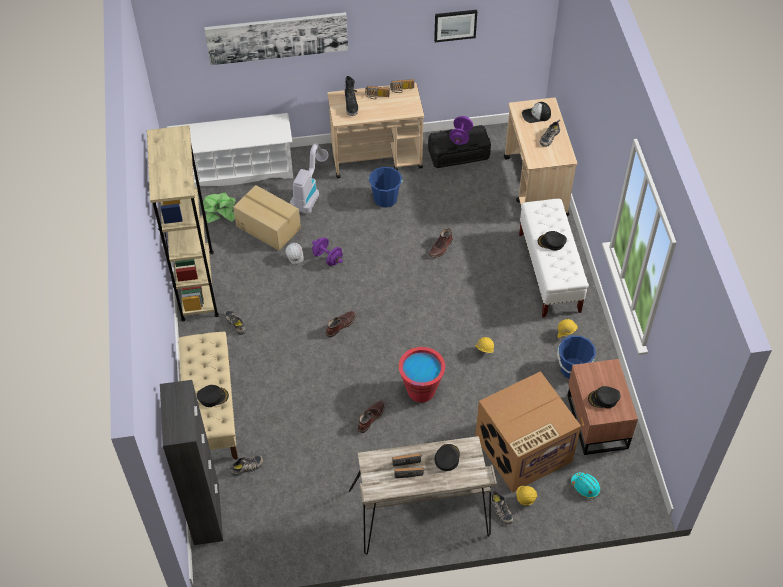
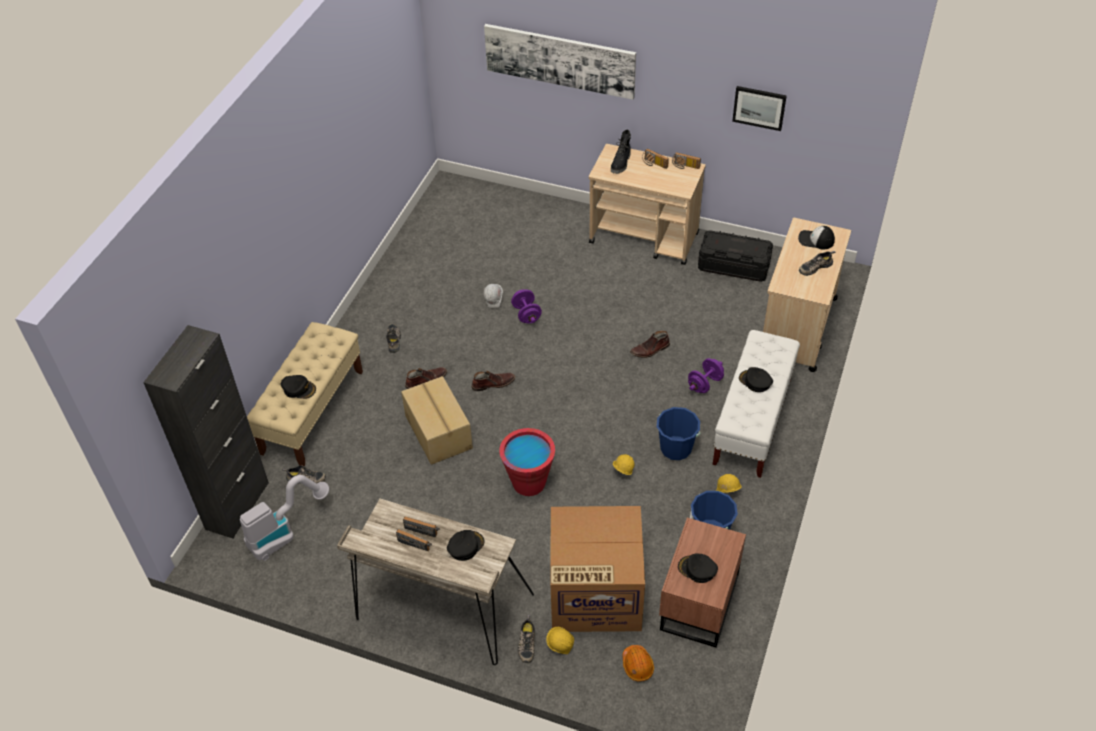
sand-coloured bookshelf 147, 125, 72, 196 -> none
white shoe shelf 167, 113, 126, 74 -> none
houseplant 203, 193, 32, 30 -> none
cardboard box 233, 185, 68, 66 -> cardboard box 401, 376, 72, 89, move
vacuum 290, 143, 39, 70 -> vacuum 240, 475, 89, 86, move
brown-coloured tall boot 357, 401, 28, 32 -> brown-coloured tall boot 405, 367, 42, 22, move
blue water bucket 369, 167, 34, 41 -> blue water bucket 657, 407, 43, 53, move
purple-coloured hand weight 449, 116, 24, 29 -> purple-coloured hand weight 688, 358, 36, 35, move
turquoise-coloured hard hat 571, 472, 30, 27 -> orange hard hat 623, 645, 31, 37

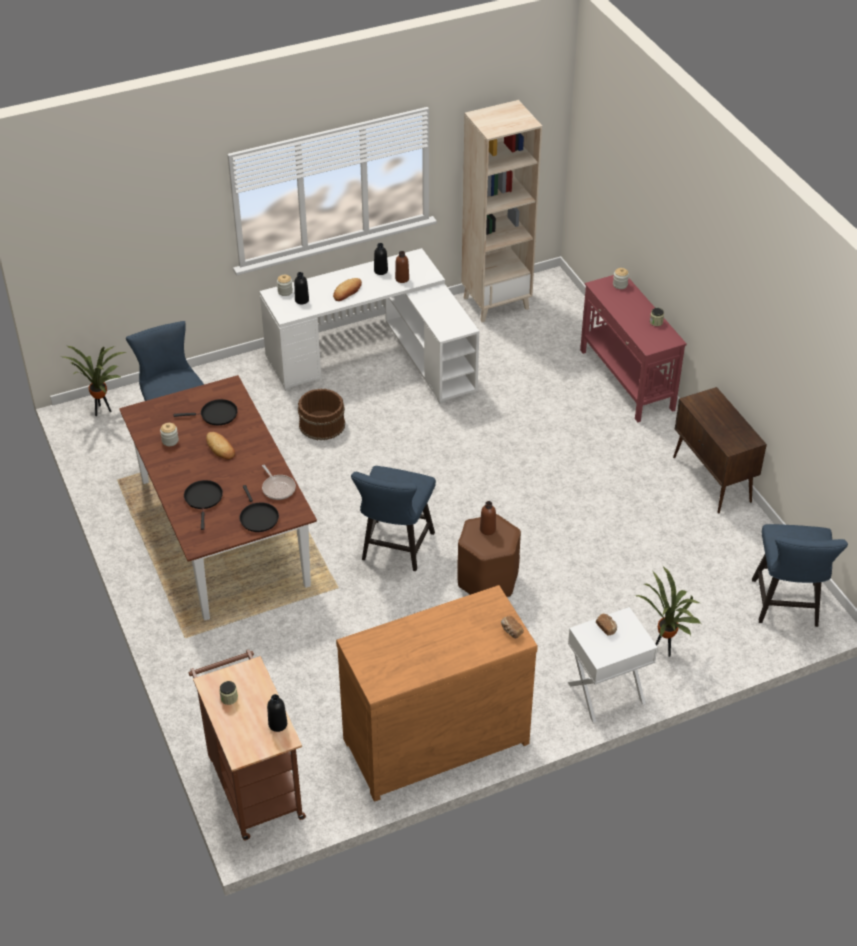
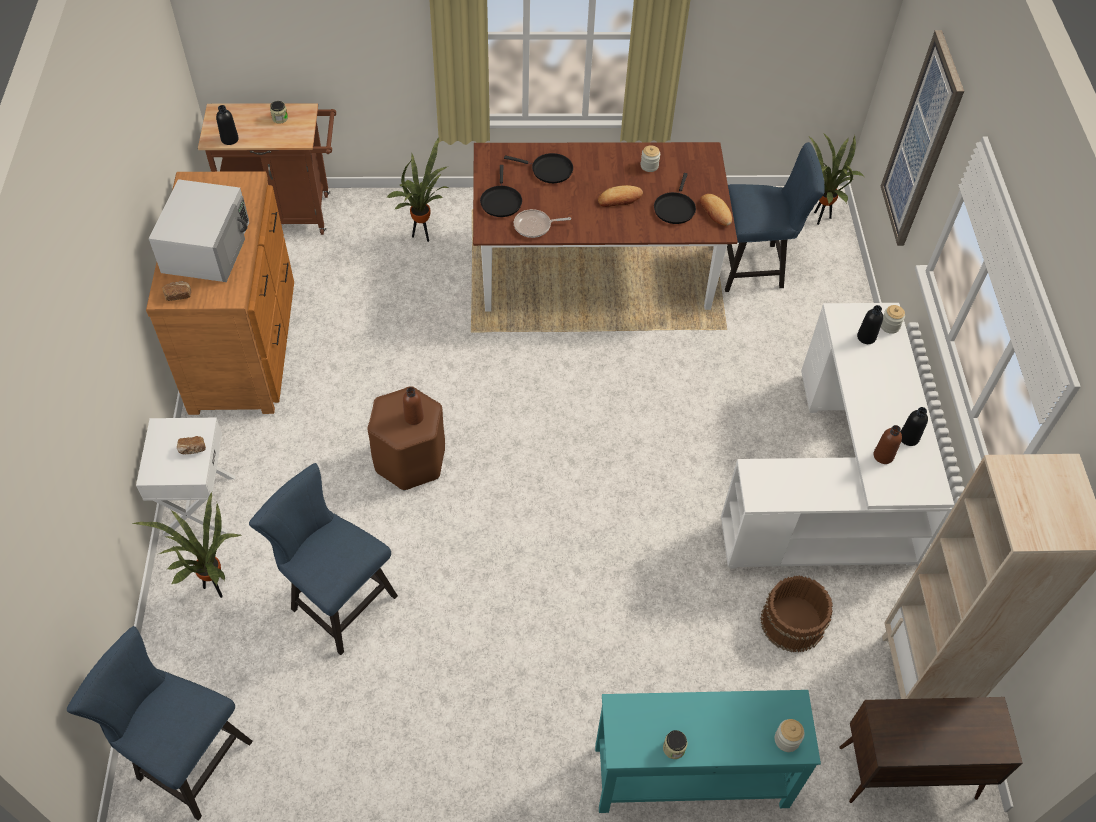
black skillet 239, 485, 40, 47 -> black skillet 480, 165, 42, 52, 90 degrees counterclockwise
brown-coloured water bucket 298, 389, 47, 51 -> brown-coloured water bucket 760, 575, 73, 77, move
baked bread 333, 278, 29, 23 -> baked bread 700, 194, 32, 32, move
blue chair 351, 466, 85, 105 -> blue chair 249, 463, 149, 192, move
red console table 580, 275, 107, 147 -> turquoise-coloured console table 595, 690, 226, 123
brown-coloured storage cabinet 673, 387, 94, 127 -> brown-coloured storage cabinet 839, 697, 184, 106, move
none -> white microwave 149, 179, 100, 103
none -> houseplant 386, 136, 63, 106
none -> wall art 881, 30, 83, 216

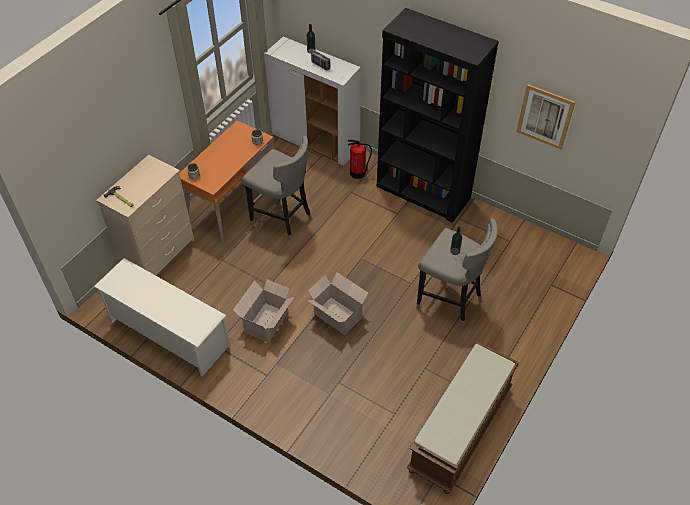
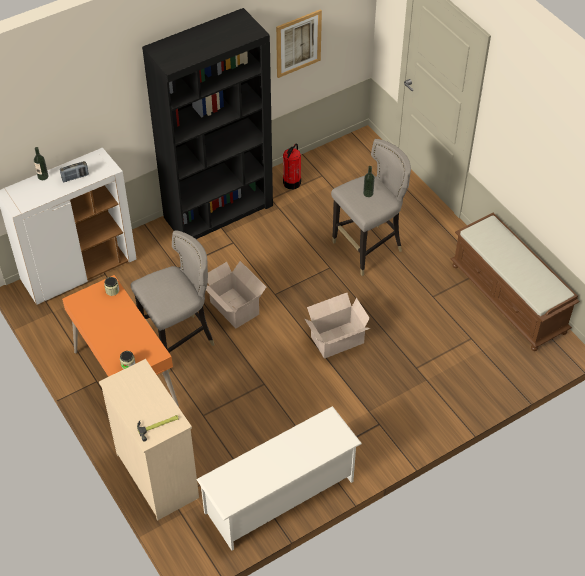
cardboard box 233, 279, 61, 64 -> cardboard box 206, 261, 60, 67, move
extinguisher 348, 140, 24, 39 -> extinguisher 283, 144, 18, 45, move

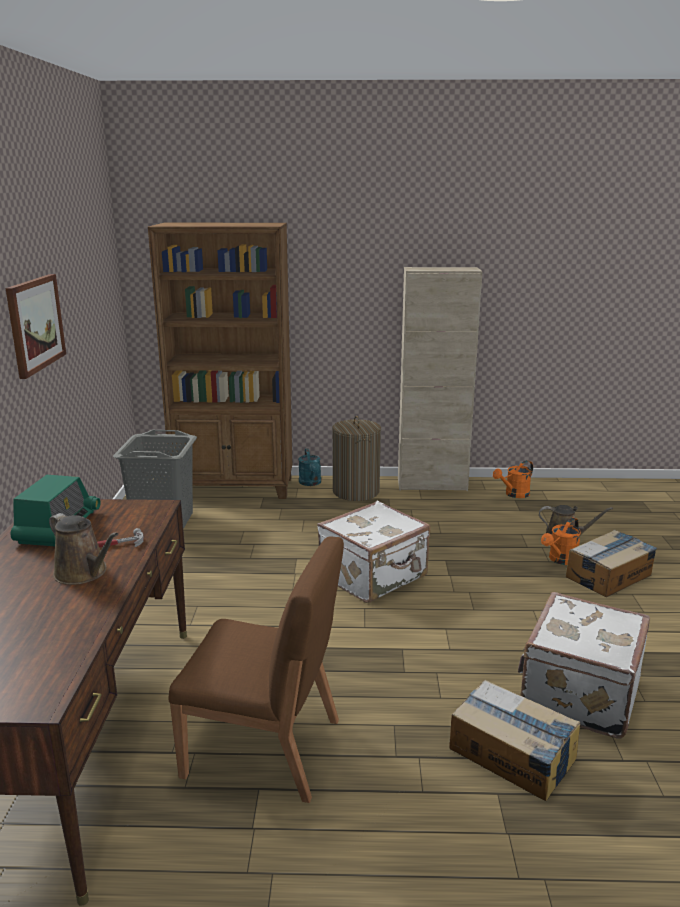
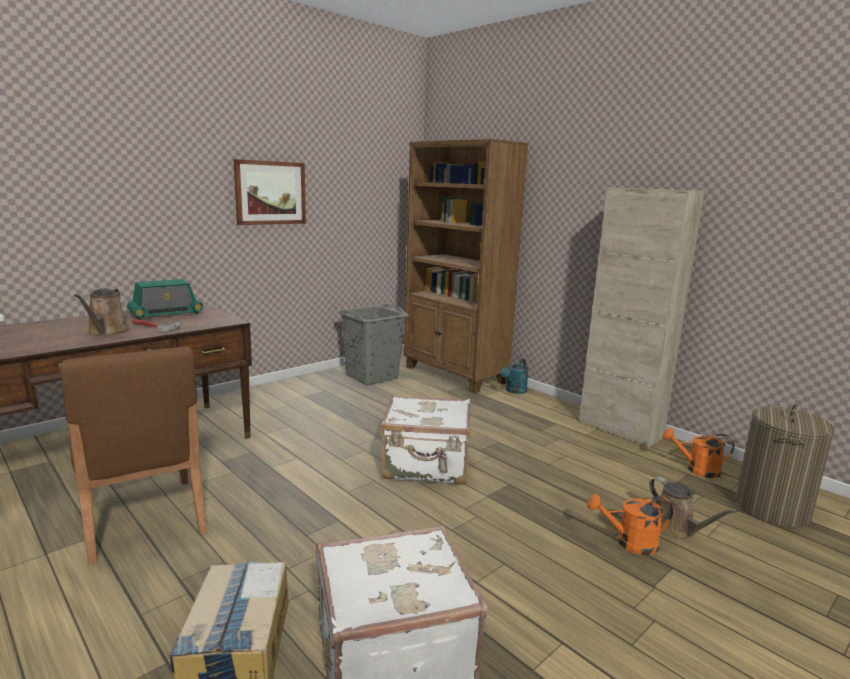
washing basket 332, 416, 49, 85 -> washing basket 735, 404, 100, 124, move
cardboard box 566, 530, 91, 67 -> none

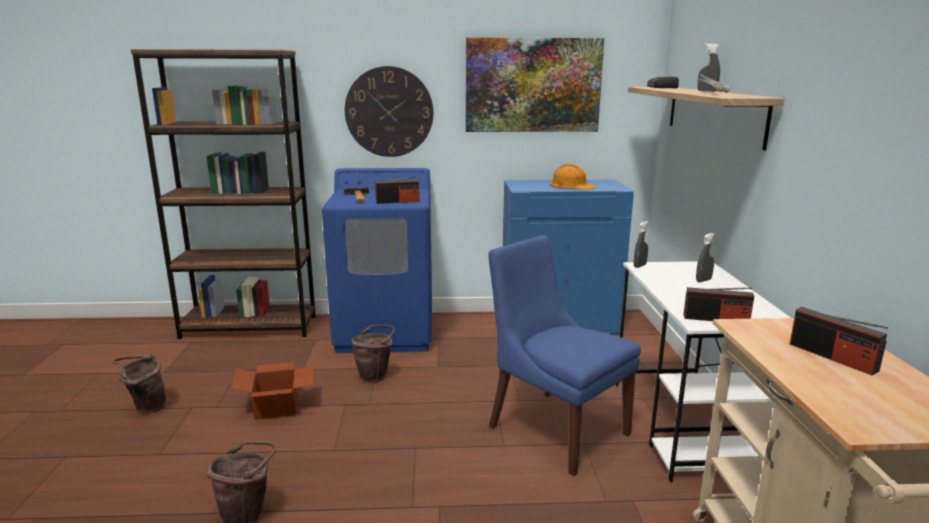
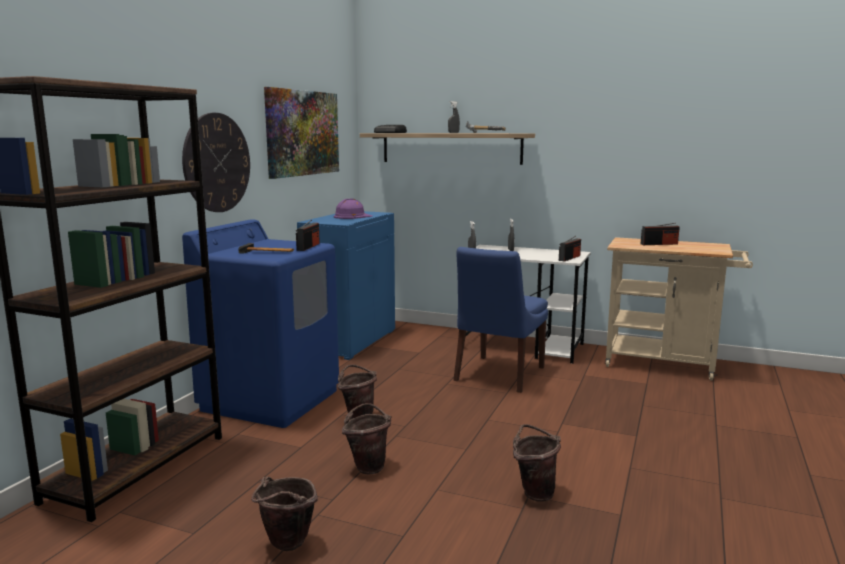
cardboard box 231, 362, 83, 58 -> brown-coloured water bucket 342, 403, 49, 72
blue chair 488, 235, 153, 241 -> blue chair 453, 247, 95, 146, 45 degrees counterclockwise
orange hard hat 550, 164, 47, 26 -> purple-coloured hard hat 334, 199, 38, 20

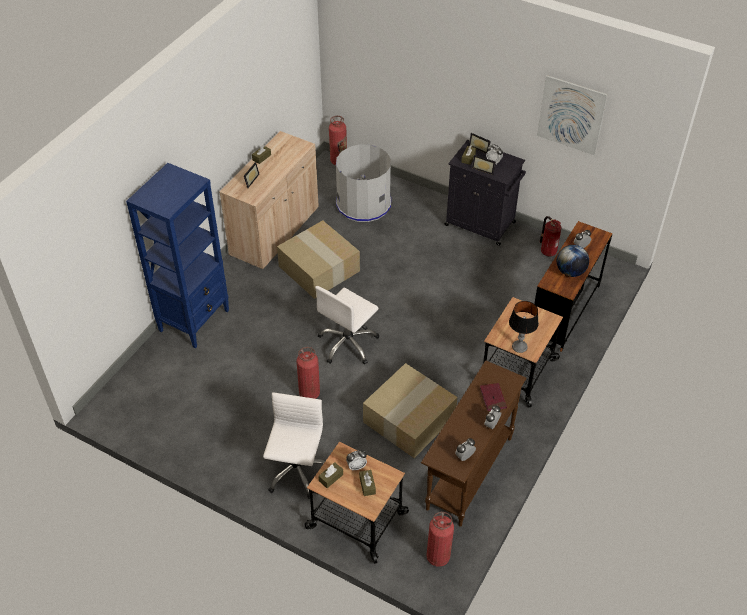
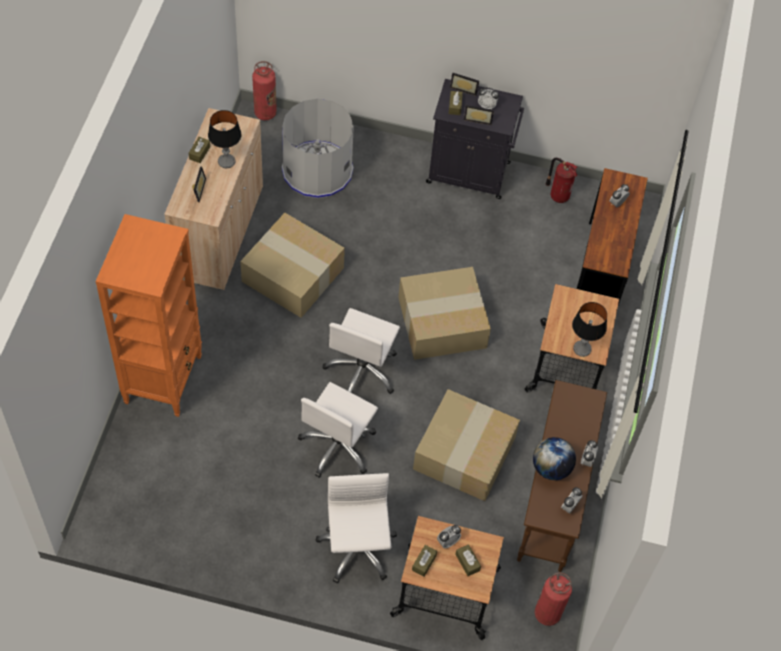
blue bookshelf 126, 163, 103, 185 -> orange bookshelf 96, 214, 106, 203
extinguisher 296, 347, 24, 52 -> white computer chair 298, 382, 80, 96
red bound book 480, 383, 27, 28 -> none
wall art 537, 75, 71, 80 -> none
world globe 557, 245, 32, 32 -> world globe 533, 437, 43, 43, move
none -> table lamp 208, 110, 33, 58
none -> cardboard box 398, 267, 93, 93

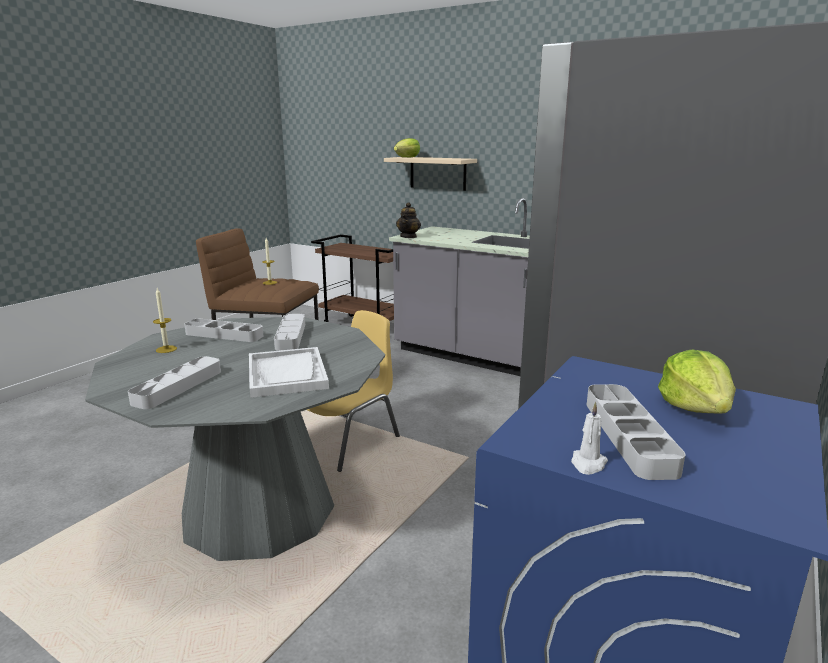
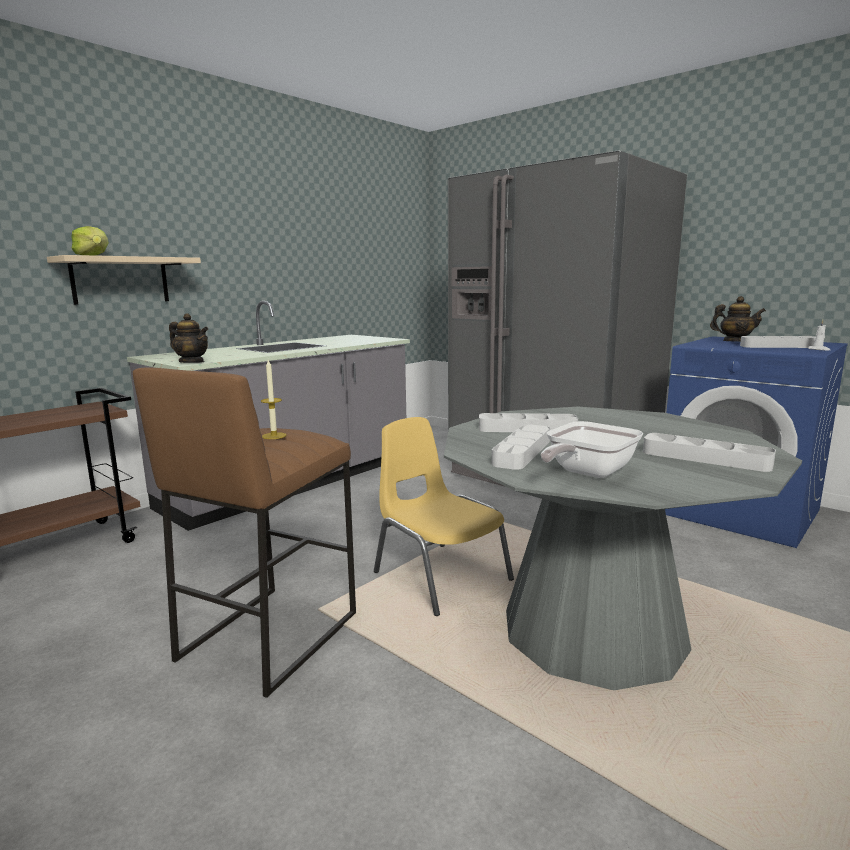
wax light 153, 288, 24, 65 -> skillet 541, 421, 102, 57
white carrying tray 249, 347, 80, 51 -> none
lettuce head 658, 349, 78, 65 -> pot for tea 710, 296, 56, 46

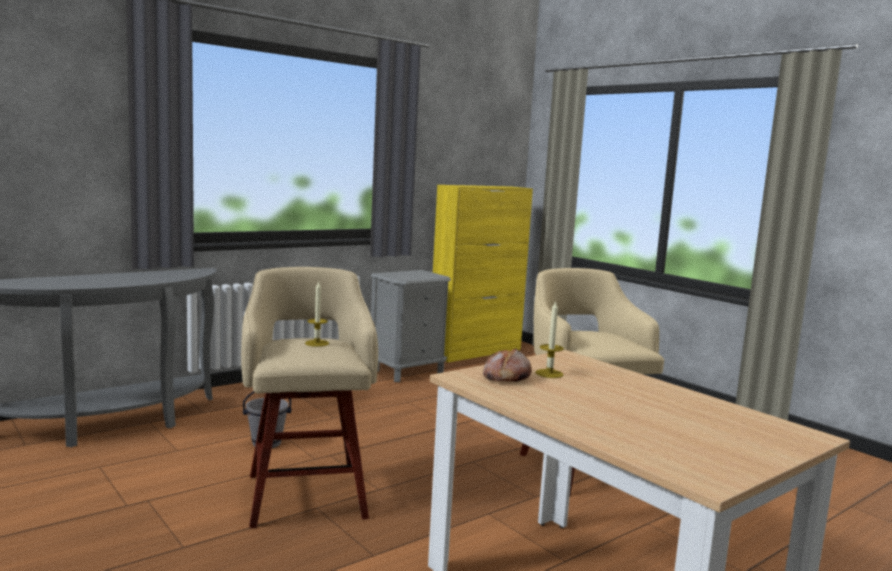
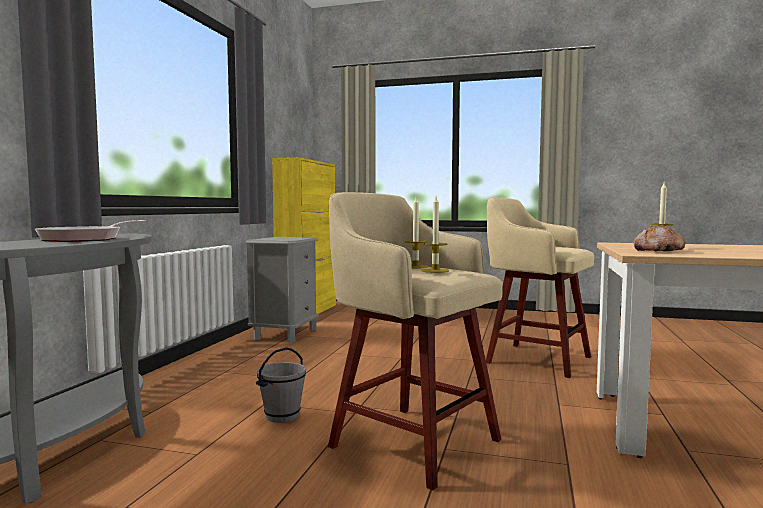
none -> skillet 35, 220, 110, 22
none -> wax light 421, 196, 28, 77

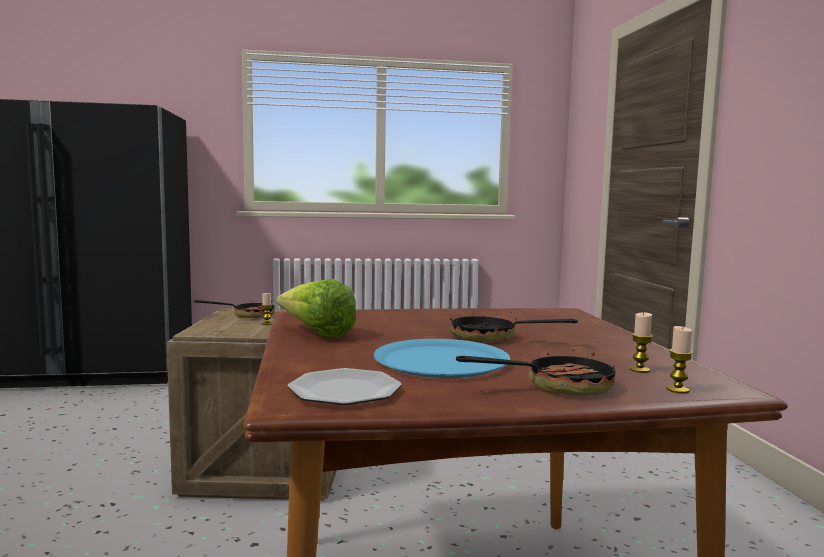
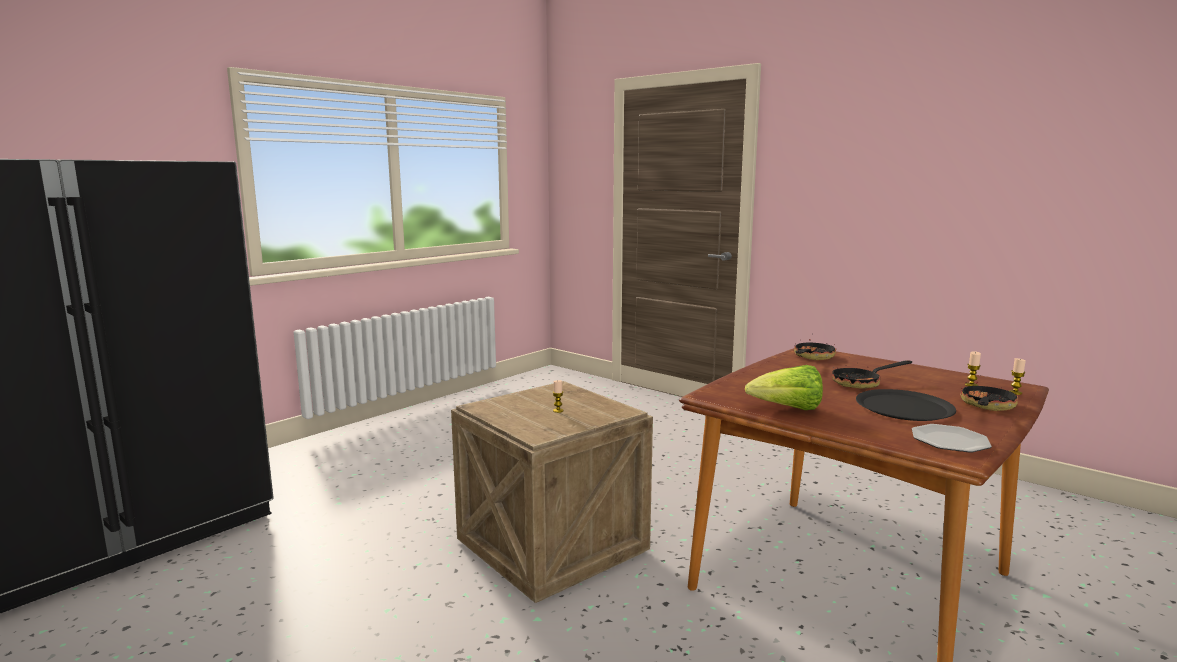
skillet 194, 300, 81, 18 -> skillet 794, 339, 42, 21, move
blue flat dish 374, 339, 136, 39 -> black flat dish 856, 389, 100, 32

